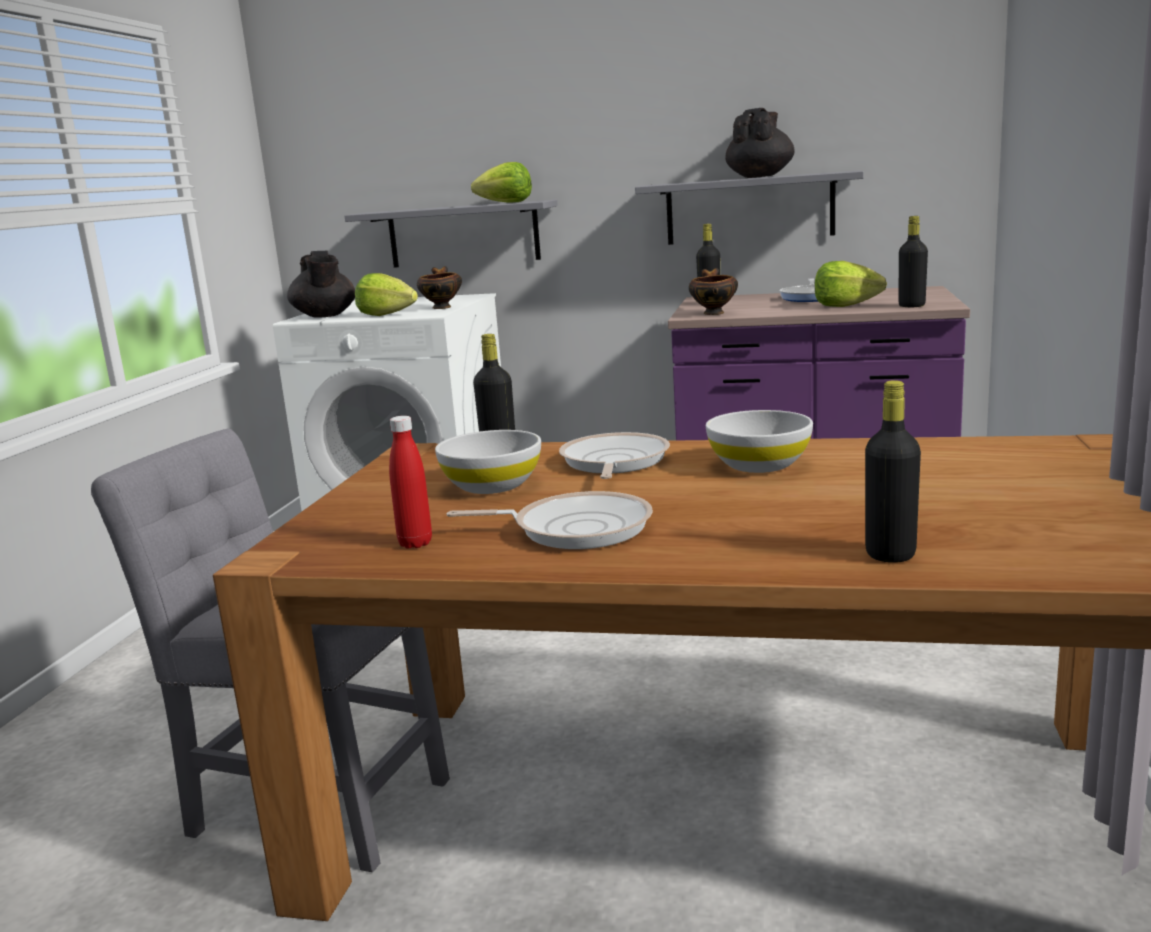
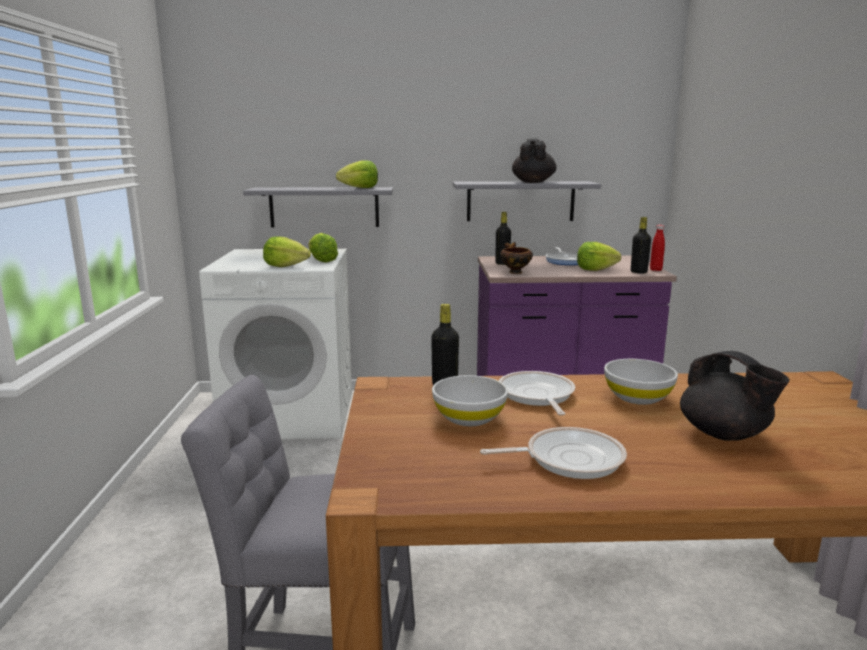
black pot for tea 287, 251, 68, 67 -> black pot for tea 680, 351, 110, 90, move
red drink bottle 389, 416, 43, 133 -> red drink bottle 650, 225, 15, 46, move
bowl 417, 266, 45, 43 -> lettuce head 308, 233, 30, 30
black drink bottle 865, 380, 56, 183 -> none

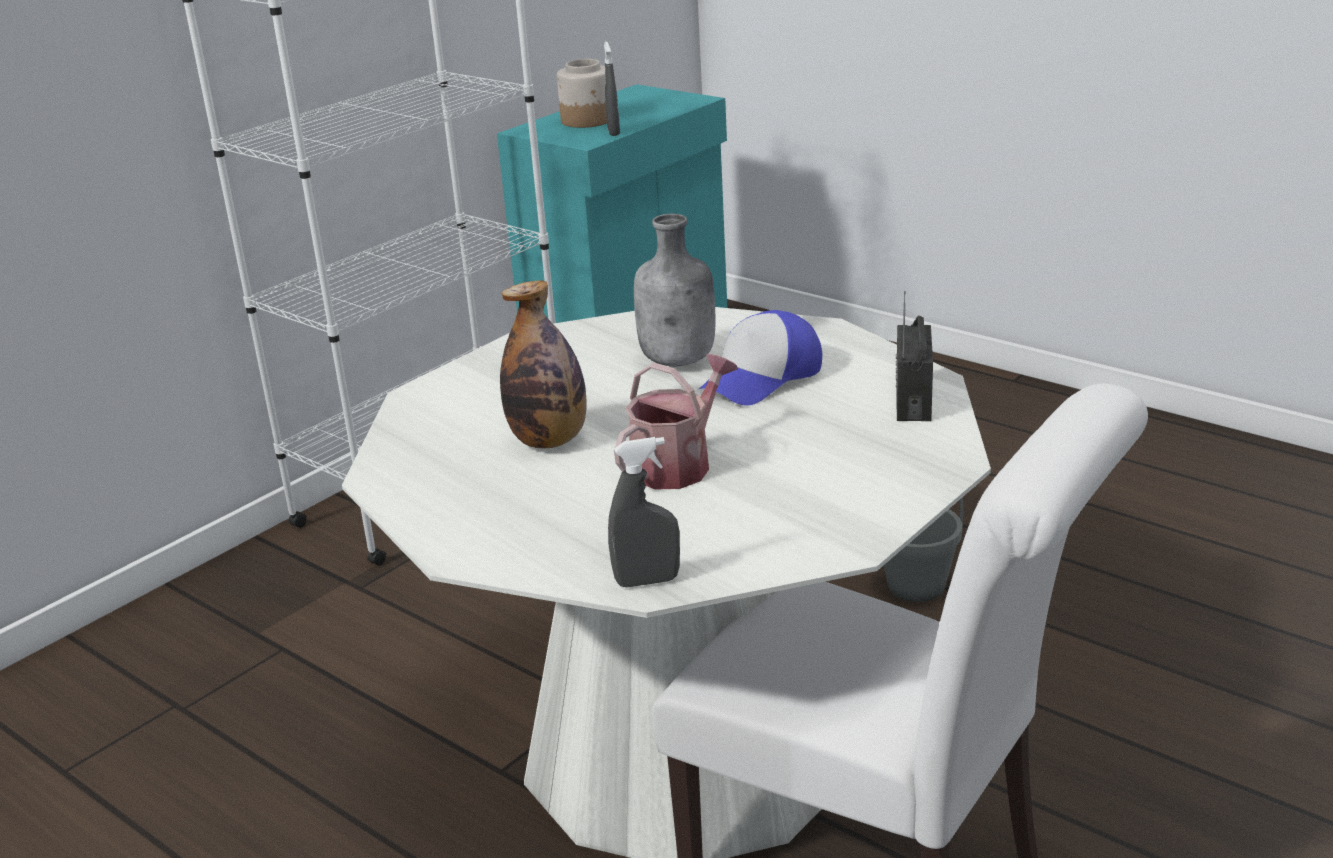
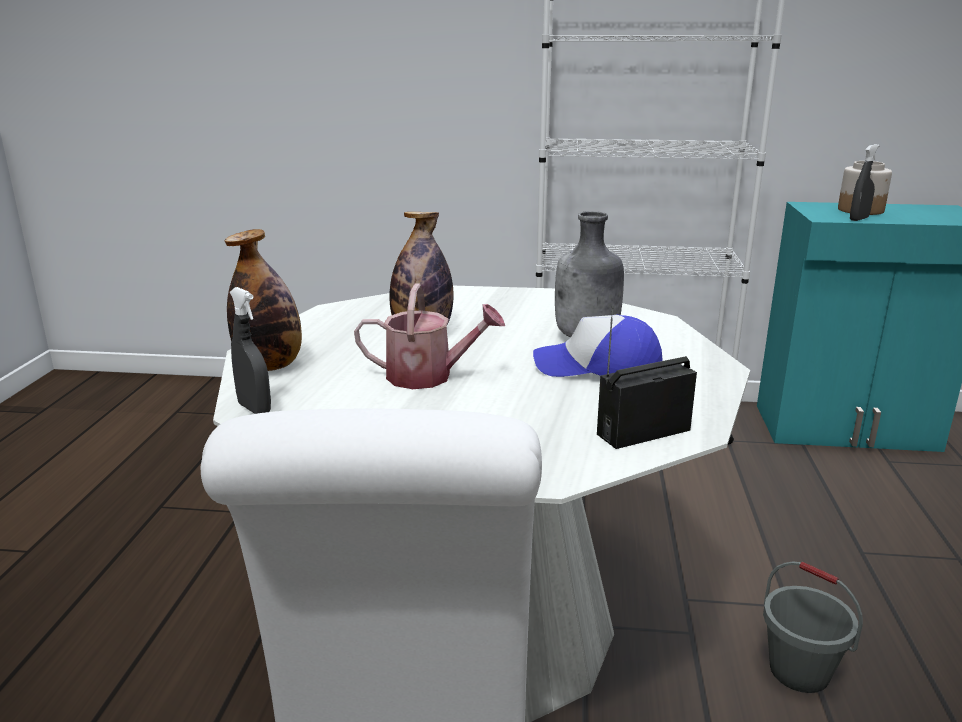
none -> drink bottle 225, 229, 77, 142

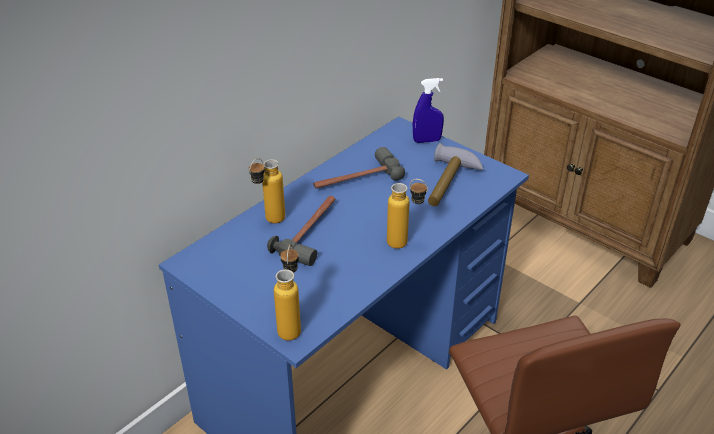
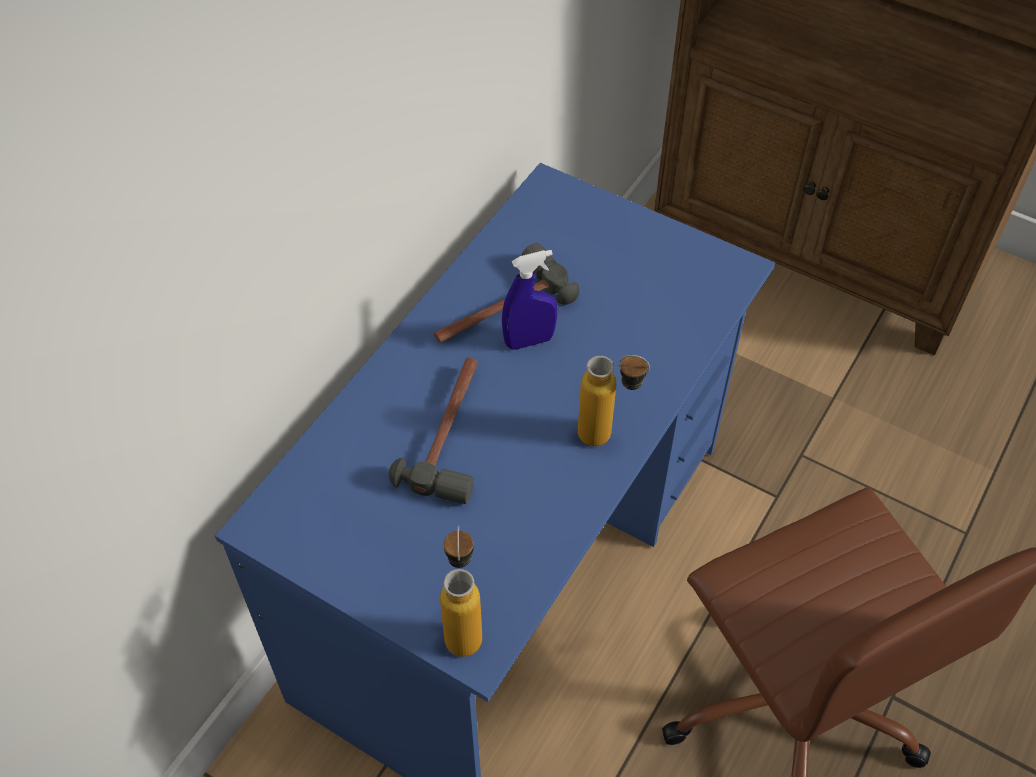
drink bottle 249, 158, 36, 65 -> none
blue sprayer 413, 78, 31, 65 -> blue sprayer 502, 250, 55, 100, move
tool hammer 428, 143, 55, 63 -> none

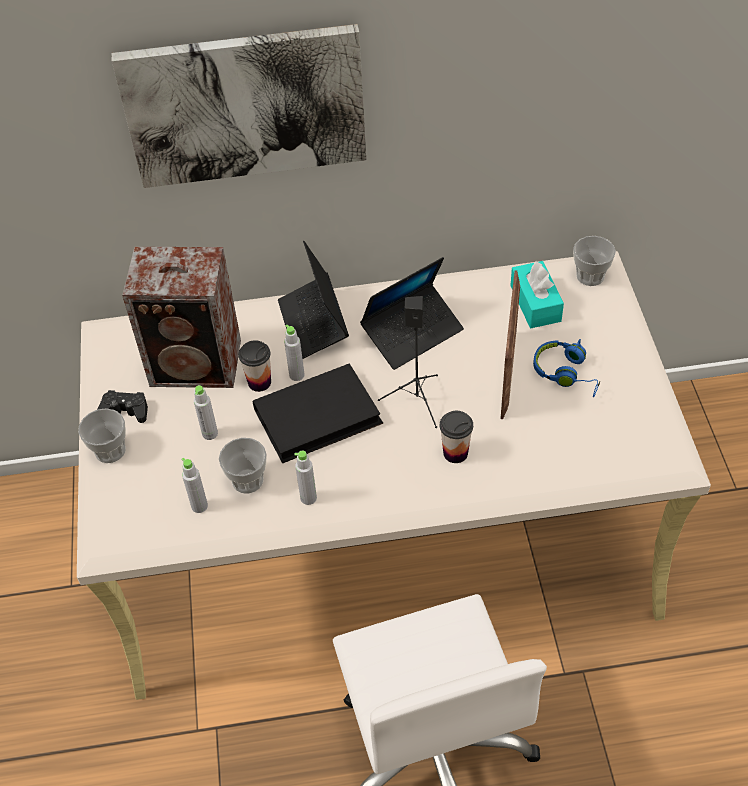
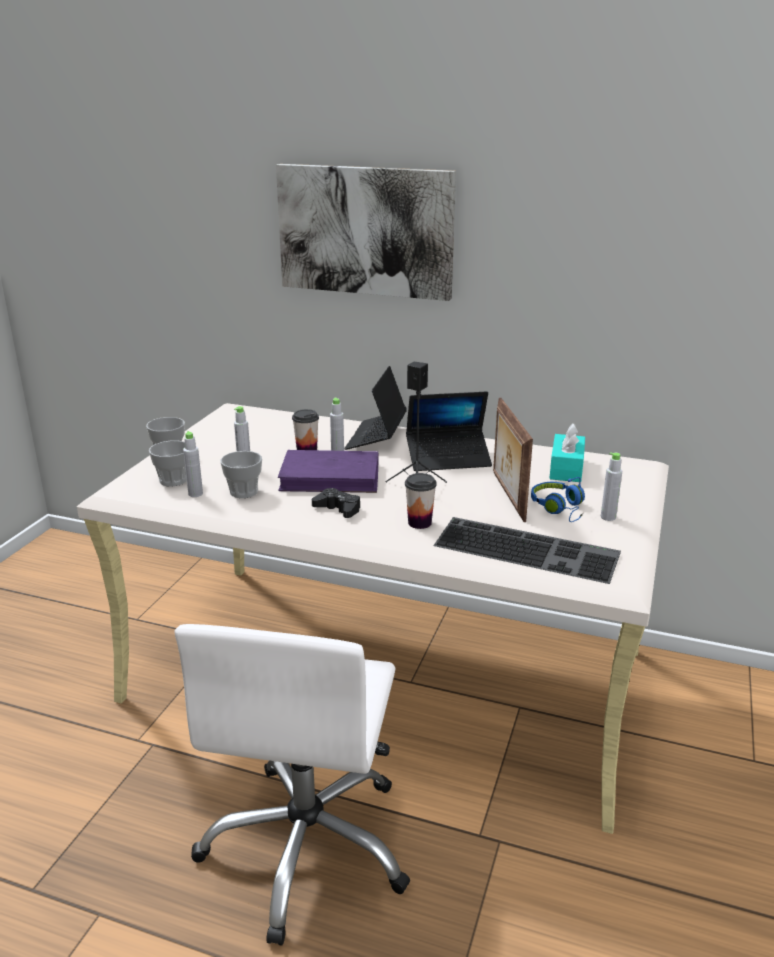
black game controller 97, 390, 51, 33 -> black game controller 312, 488, 48, 30, move
loudspeaker 122, 247, 119, 141 -> none
black bound book 253, 363, 130, 100 -> purple-coloured bound book 278, 450, 101, 43
grey drink bottle 294, 450, 23, 55 -> grey drink bottle 601, 452, 21, 69, move
standing frame 500, 270, 20, 149 -> standing frame 493, 398, 40, 124, 135 degrees clockwise
small cup 573, 236, 43, 50 -> small cup 149, 440, 38, 47, move
none -> computer keyboard 433, 517, 188, 67

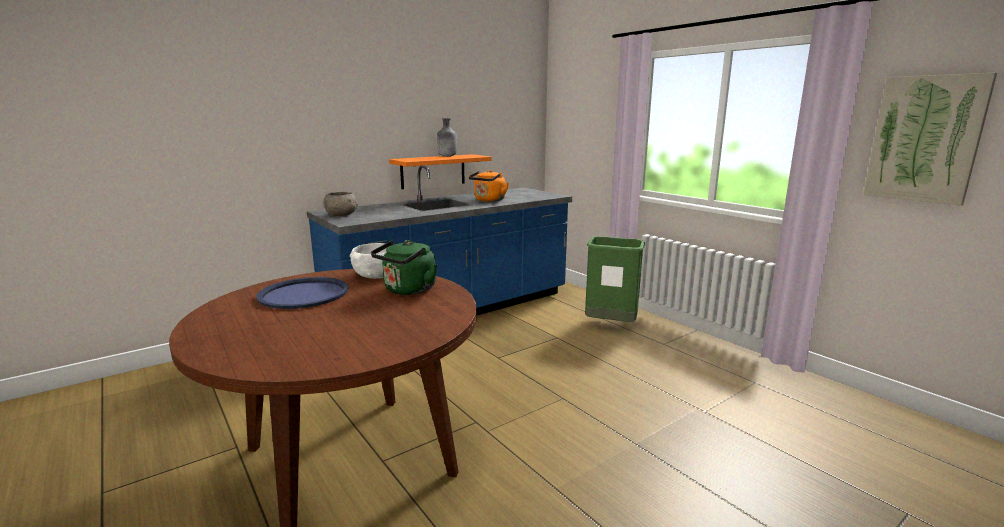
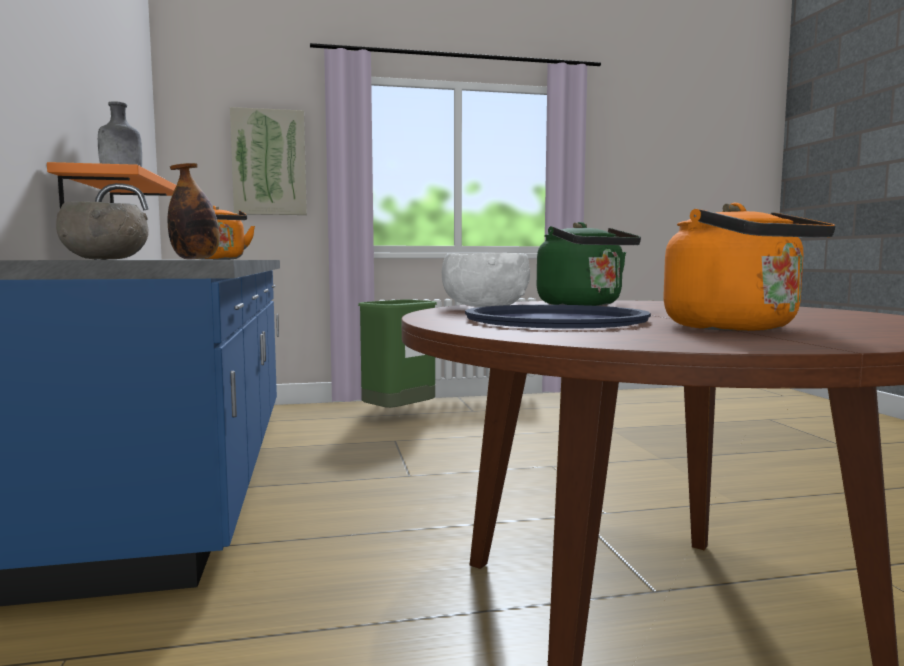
wall art 863, 73, 134, 133 -> wall art 230, 107, 77, 108, move
none -> drink bottle 168, 163, 52, 96
none -> orange water kettle 663, 203, 173, 128

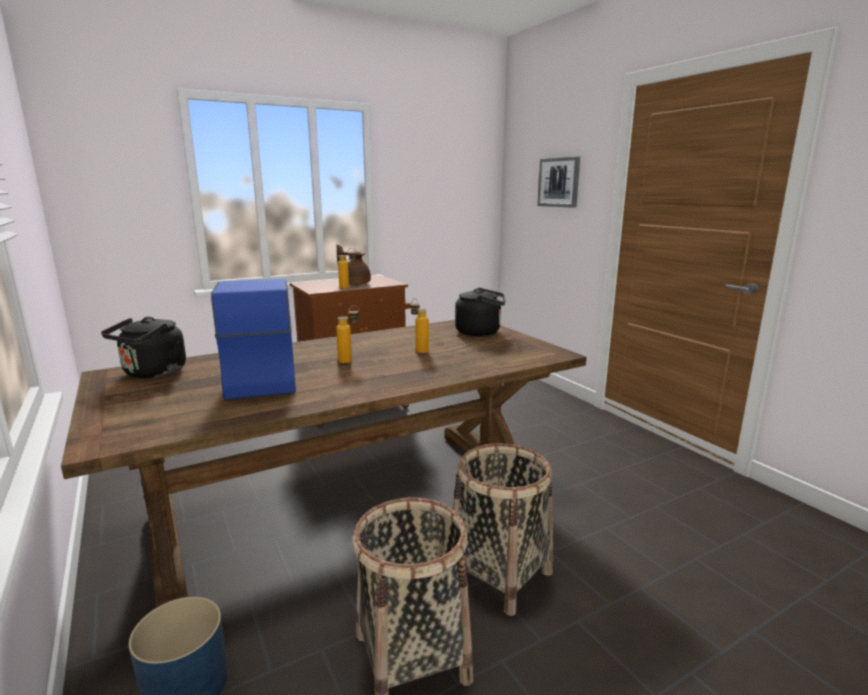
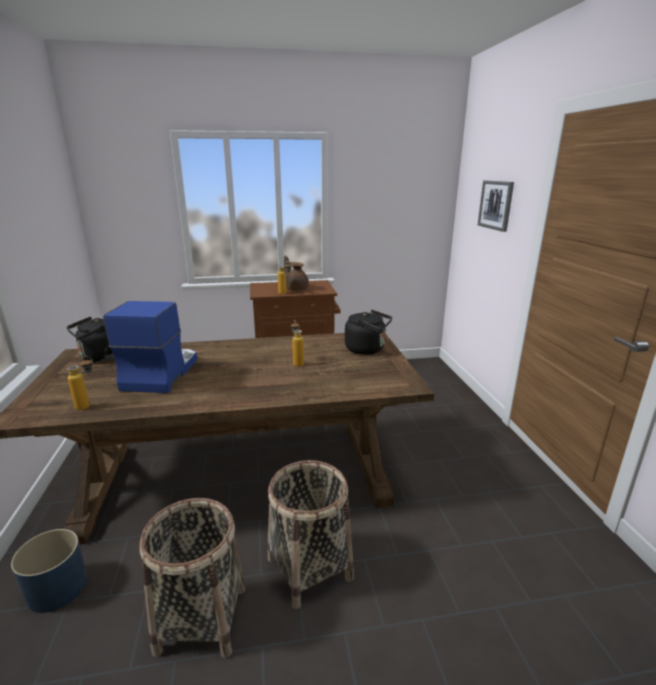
drink bottle 336, 306, 23, 58 -> drink bottle 67, 357, 26, 53, move

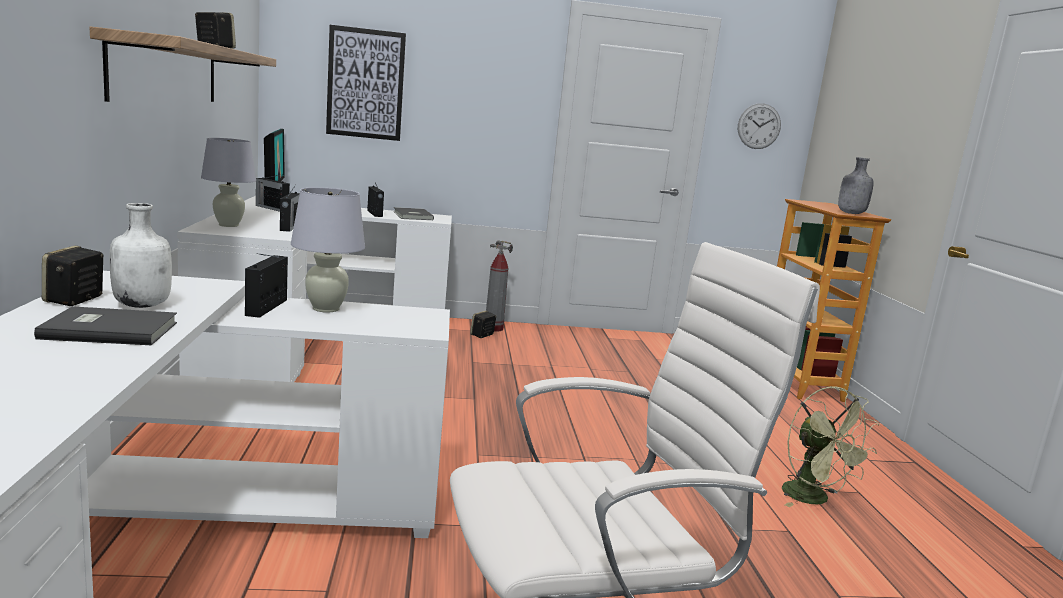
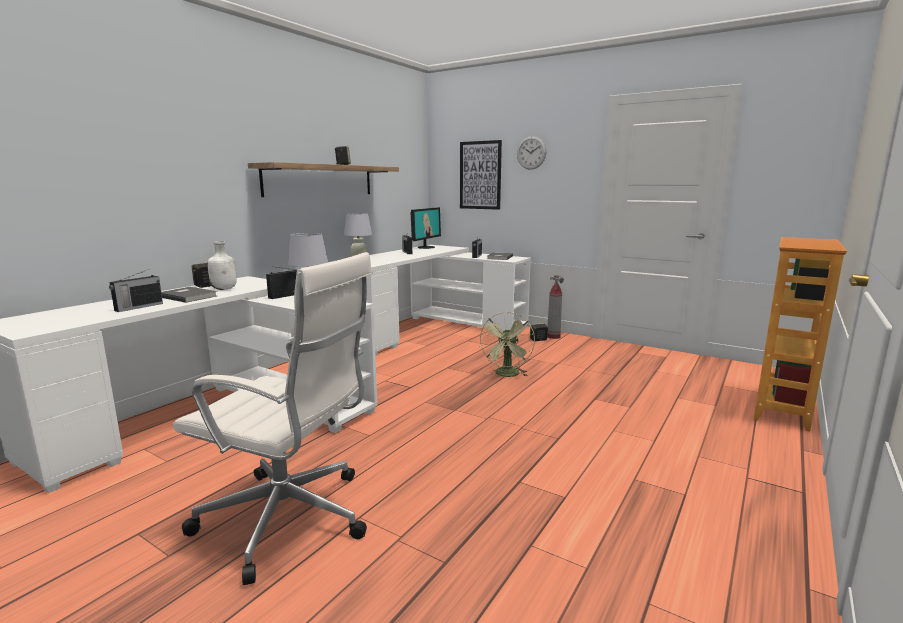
radio 280, 186, 20, 46 -> radio 109, 269, 54, 43, move
clock on the wall 738, 103, 43, 46 -> clock on the wall 517, 136, 29, 34, move
green-coloured cooling fan 782, 386, 98, 121 -> green-coloured cooling fan 479, 312, 56, 65, move
grey drink bottle 838, 157, 36, 57 -> none

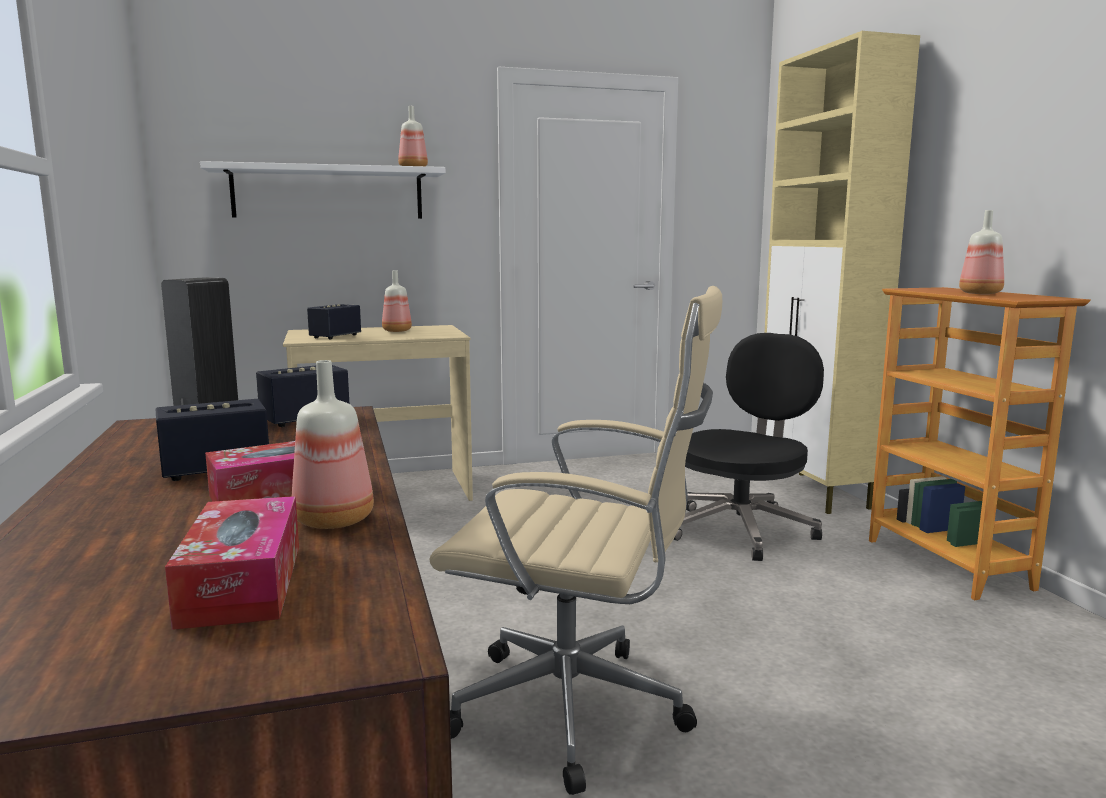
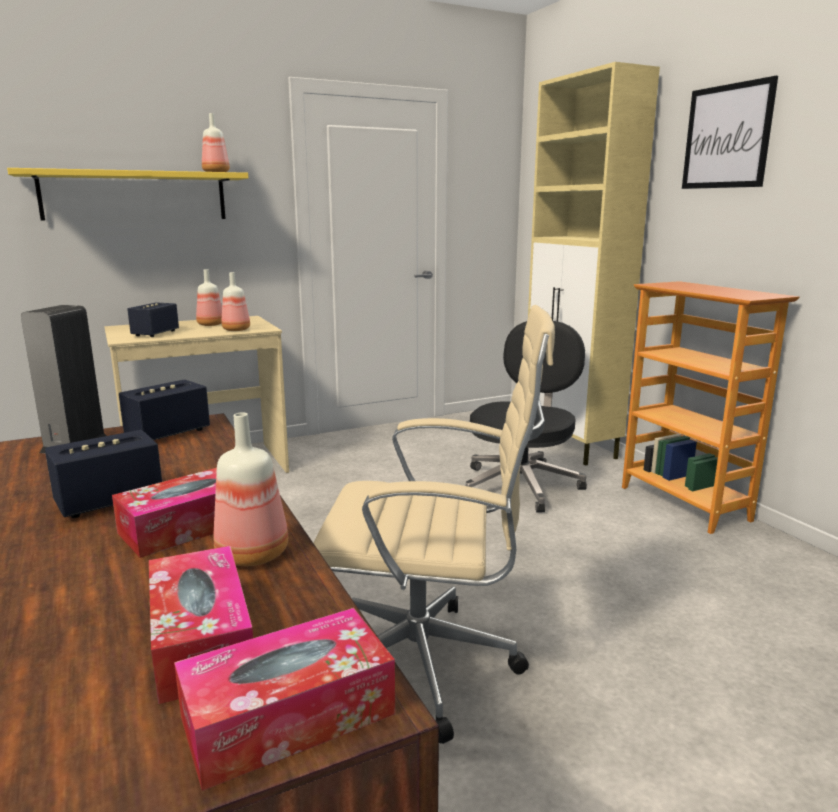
white bracket shelf 200, 161, 245, 58 -> yellow-coloured bracket shelf 7, 168, 242, 53
drink bottle 959, 210, 45, 84 -> drink bottle 222, 272, 28, 59, move
none -> tissue box 174, 608, 221, 183
none -> wall art 682, 76, 96, 113

